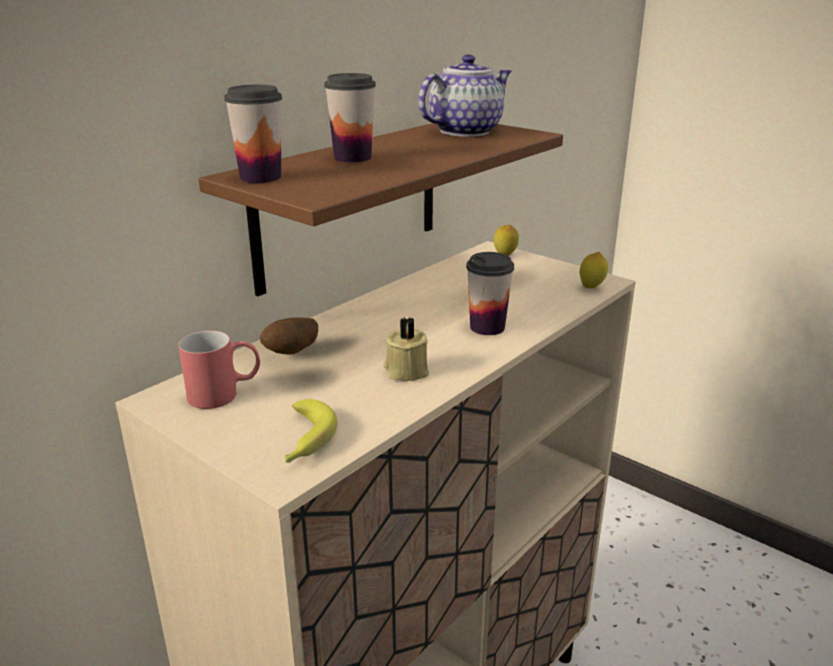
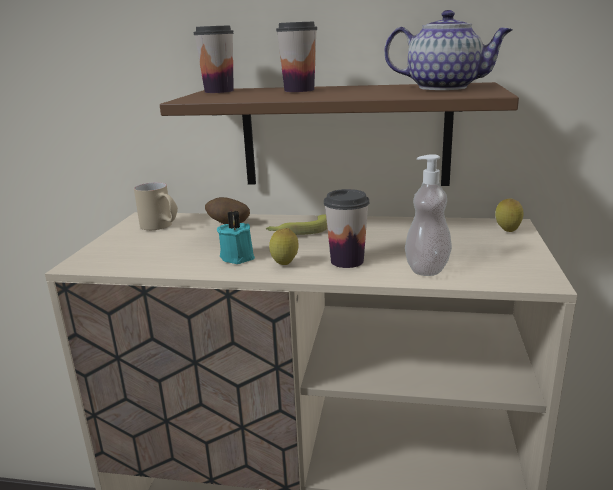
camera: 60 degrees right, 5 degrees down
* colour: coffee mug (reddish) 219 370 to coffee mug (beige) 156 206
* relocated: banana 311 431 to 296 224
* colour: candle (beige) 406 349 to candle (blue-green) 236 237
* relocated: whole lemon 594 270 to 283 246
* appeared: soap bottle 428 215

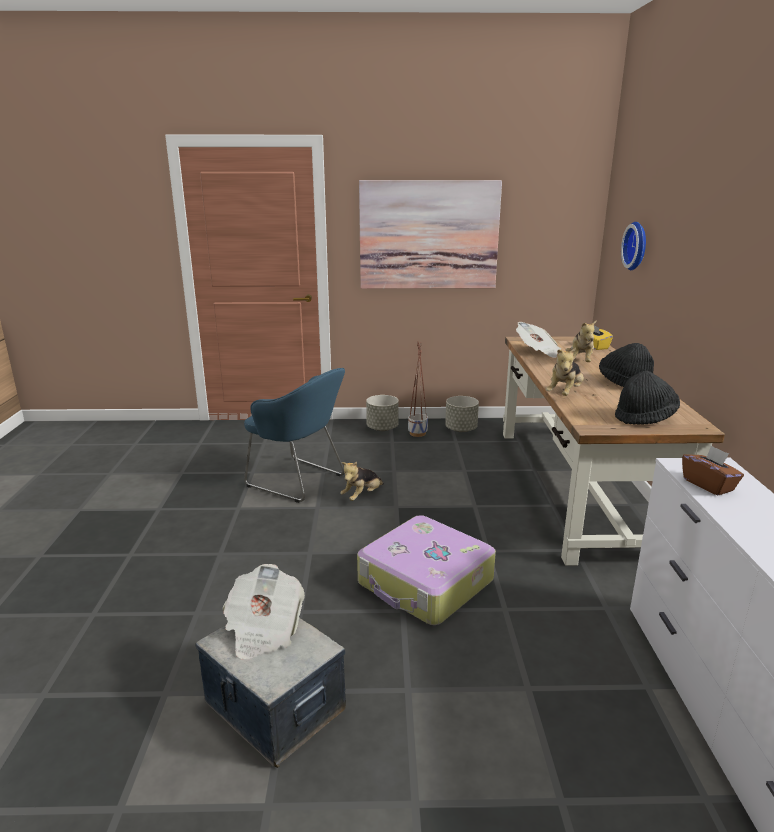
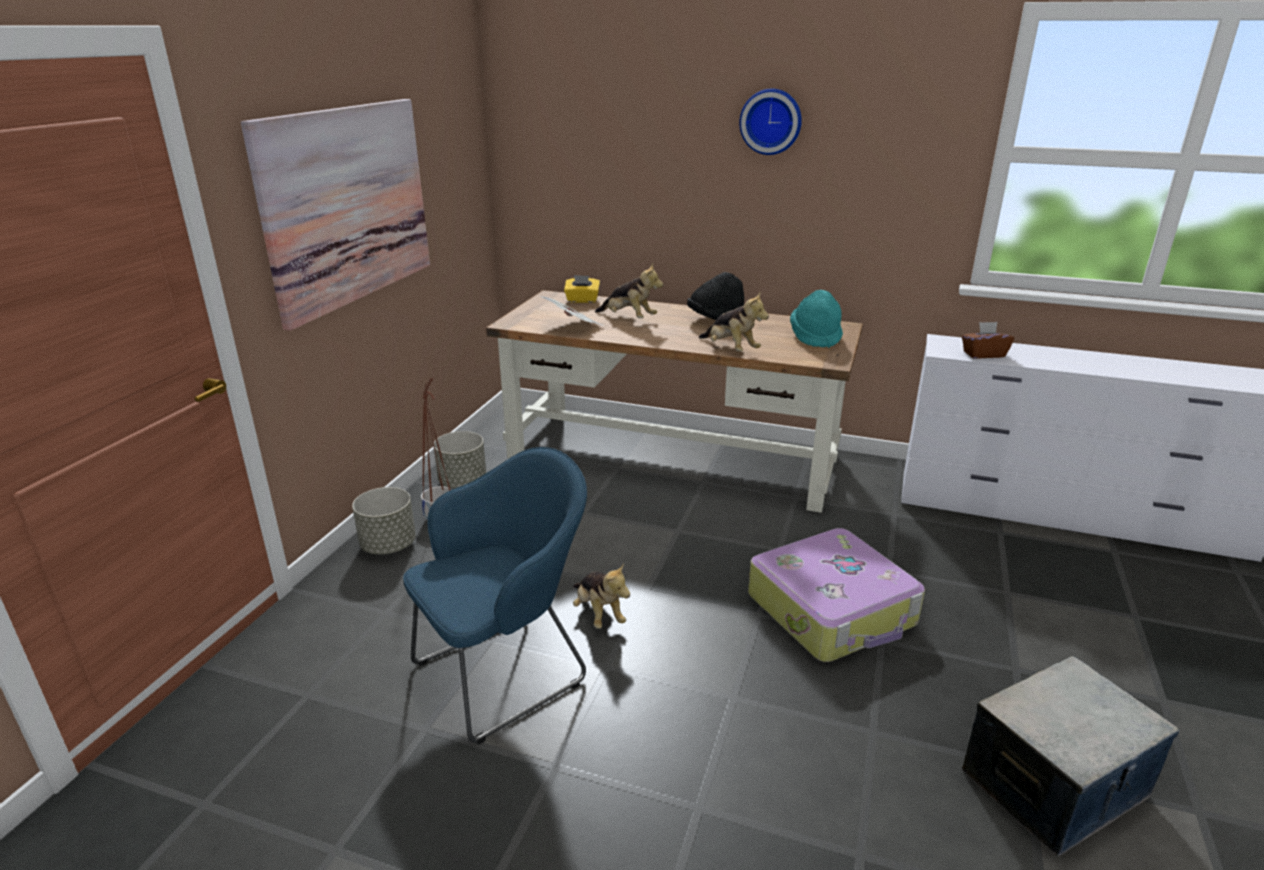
camera: 70 degrees left, 5 degrees up
* missing: newspaper 263 611
* colour: clothing hat (blackish) 647 397 to clothing hat (blue-green) 816 319
* relocated: wall clock 633 246 to 770 122

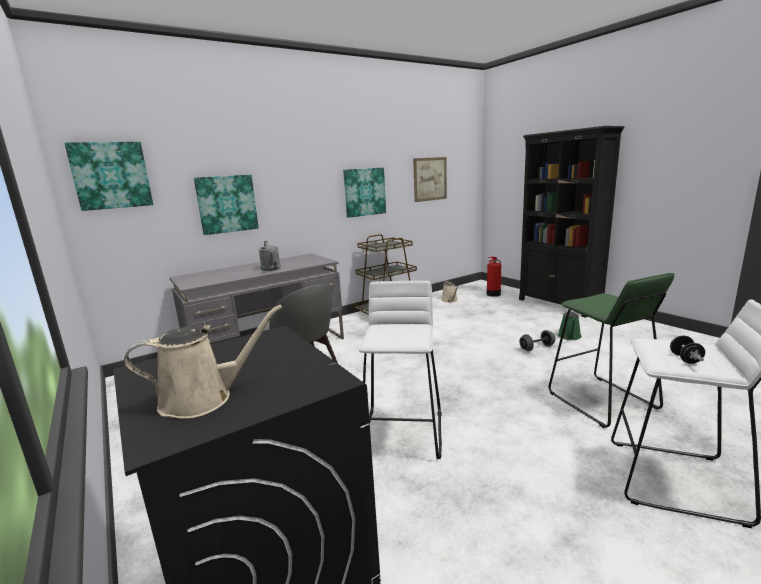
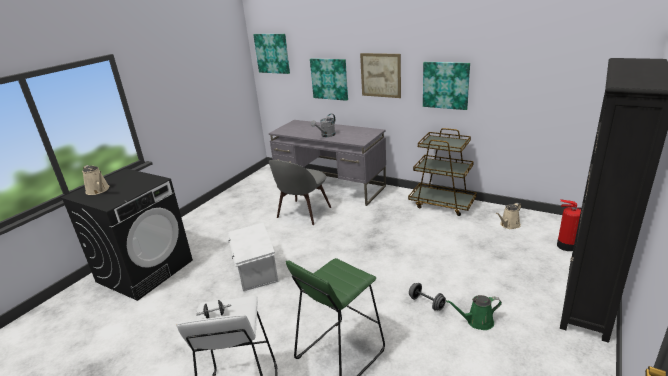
camera: 65 degrees right, 10 degrees up
* exchanged: sitting stool (whitish) 400 370 to storage box (whitish) 253 257
* relocated: wall art 430 179 to 380 75

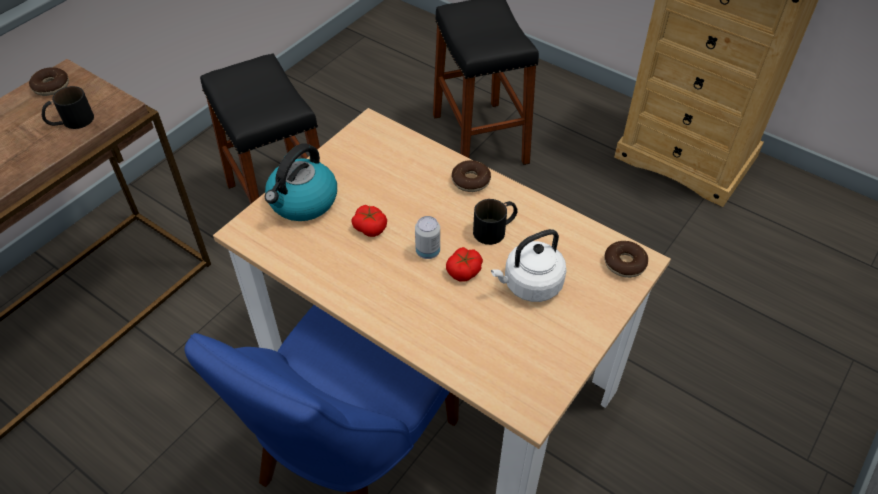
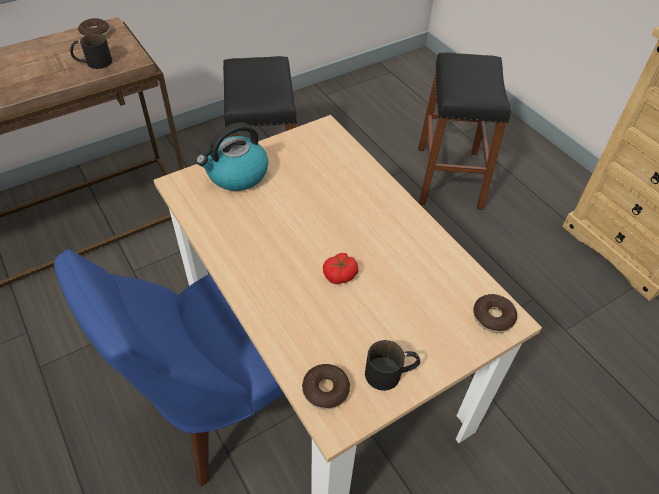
camera: 20 degrees right, 0 degrees up
* missing: whole tomato 369 221
* missing: sealed can 427 237
* relocated: donut 471 176 to 326 386
* relocated: coffee mug (blackish) 495 222 to 392 365
* missing: tea kettle (whitish) 528 265

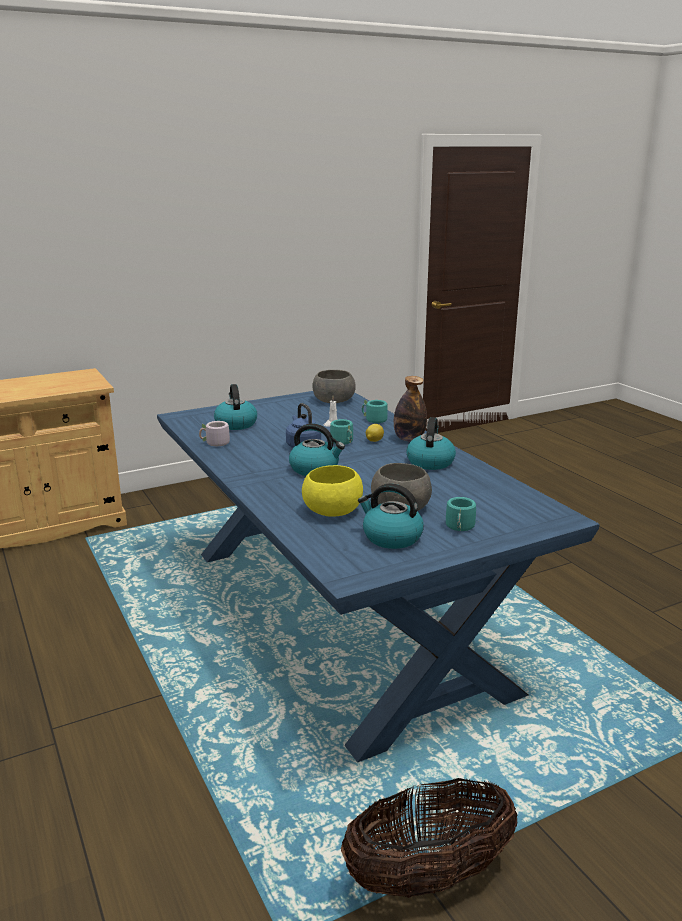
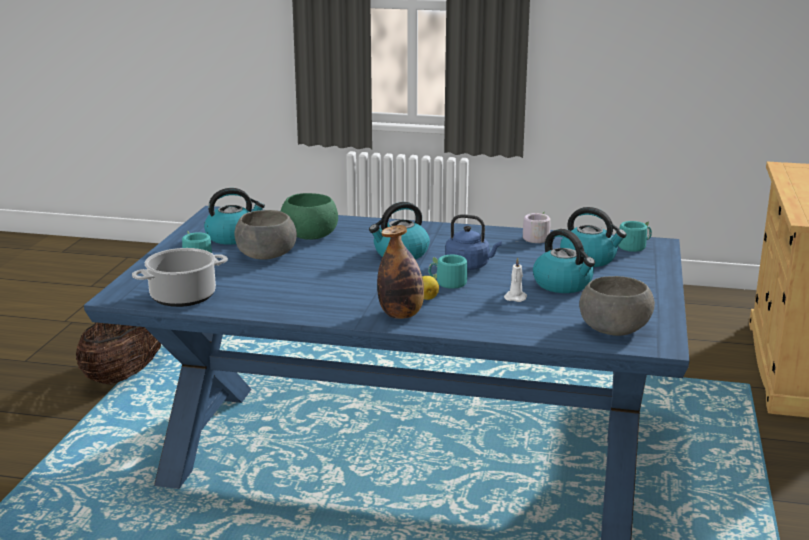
camera: 130 degrees right, 0 degrees up
* colour: deep dish (yellow-coloured) 332 491 to deep dish (greenish) 309 216
* relocated: coffee mug (blue-green) 375 413 to 635 236
* relocated: tea kettle 431 443 to 564 261
* appeared: stockpot 180 277

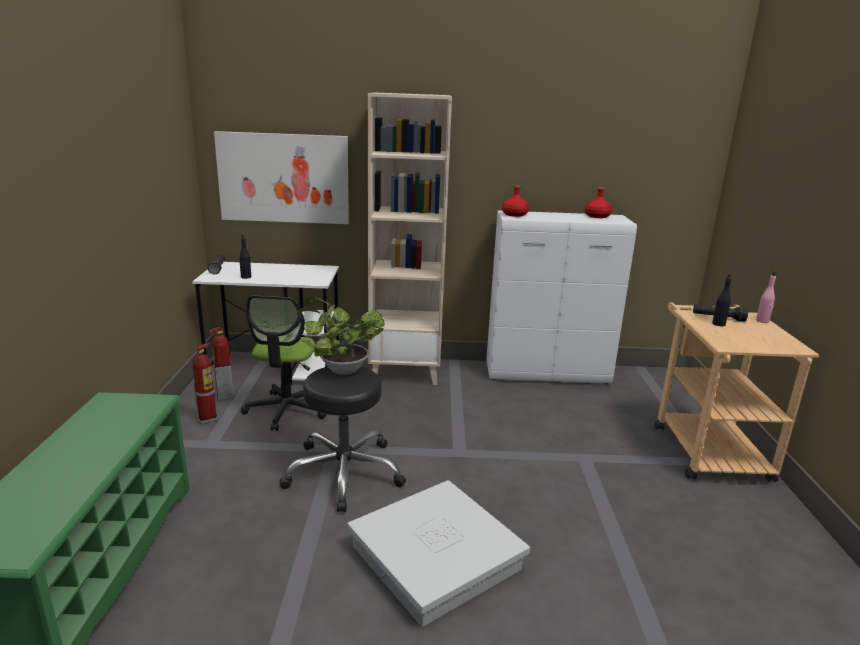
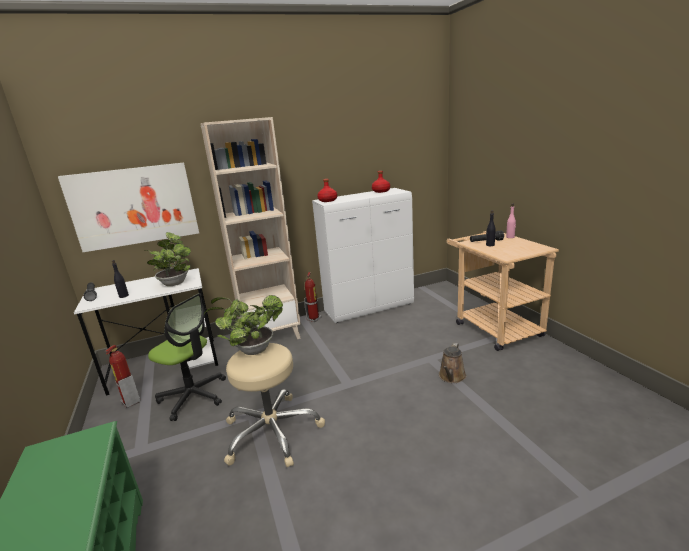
camera: 20 degrees left, 0 degrees up
* relocated: fire-fighting cylinder 206 384 to 312 297
* spun: desk chair 284 363 = 187 357 45 degrees counterclockwise
* colour: sitting stool (blackish) 342 439 to sitting stool (beige) 274 405
* missing: storage box (whitish) 438 553
* appeared: plant in a pot 167 259
* appeared: watering pot (brownish) 452 363

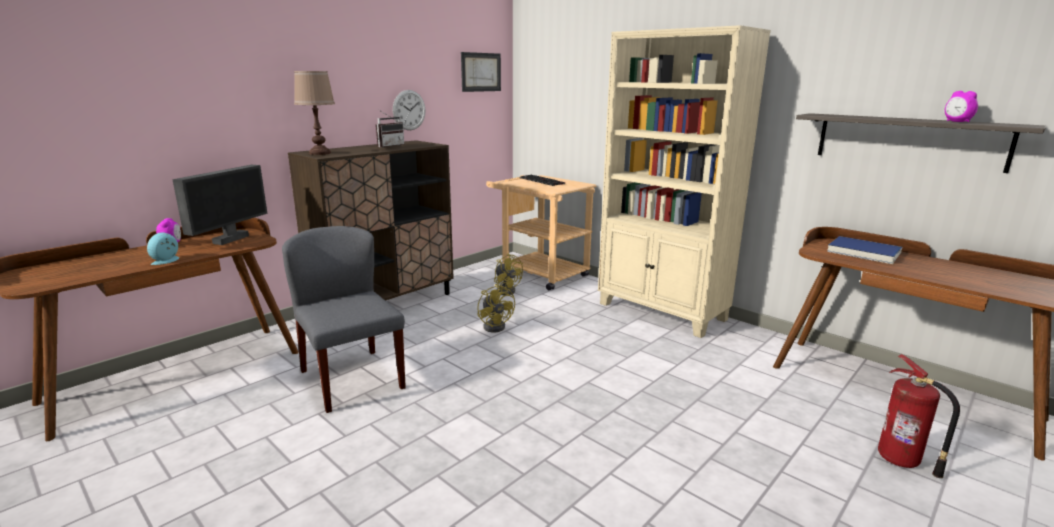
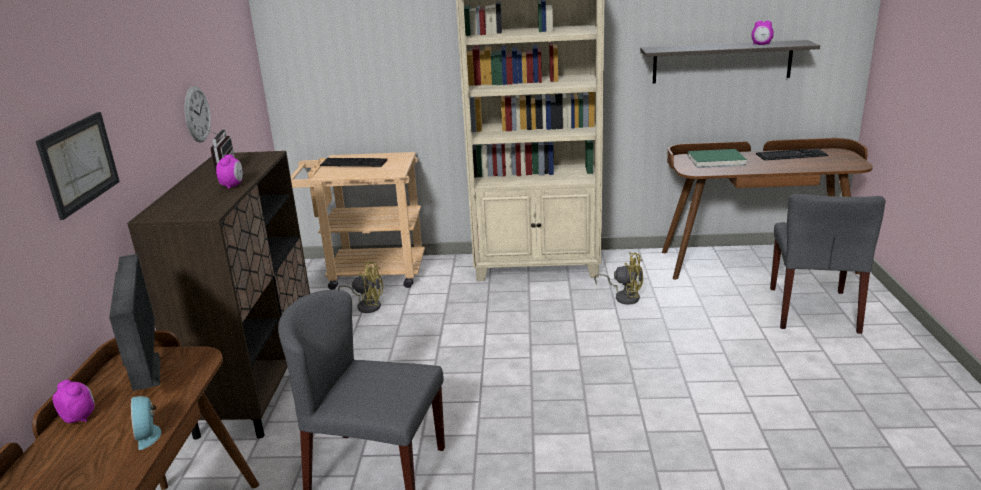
camera: 40 degrees left, 5 degrees up
* missing: table lamp (brownish) 314 113
* relocated: wall art 481 72 to 78 166
* relocated: electric fan (yellow-coloured) 496 308 to 618 278
* colour: bound book (blue-coloured) 864 250 to bound book (greenish) 717 158
* exchanged: fire-fighting cylinder 919 416 to plain chair (grey) 828 264
* appeared: bedside clock 229 172
* appeared: computer keyboard 792 154

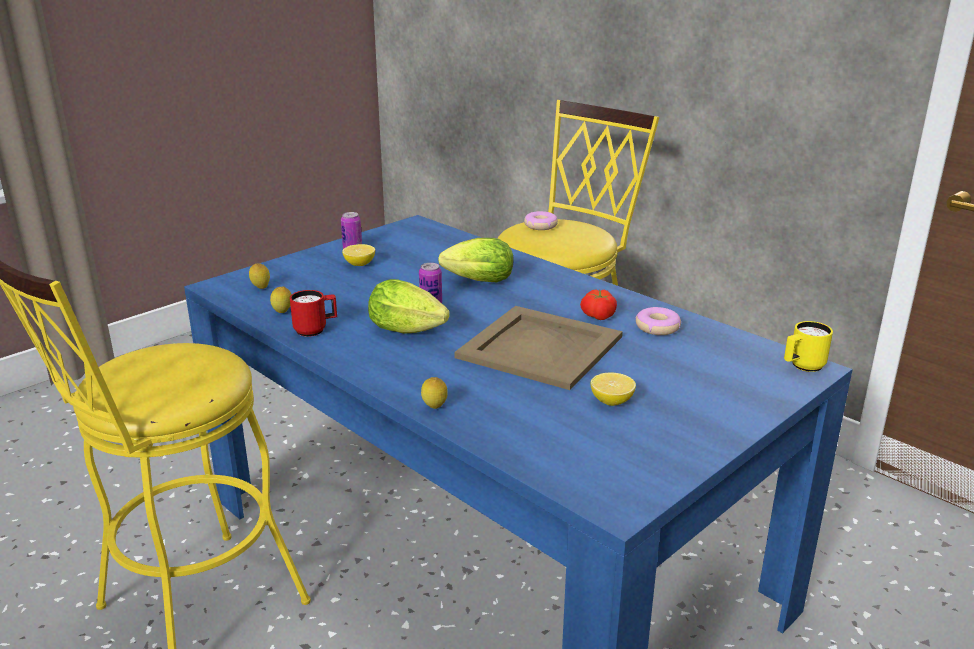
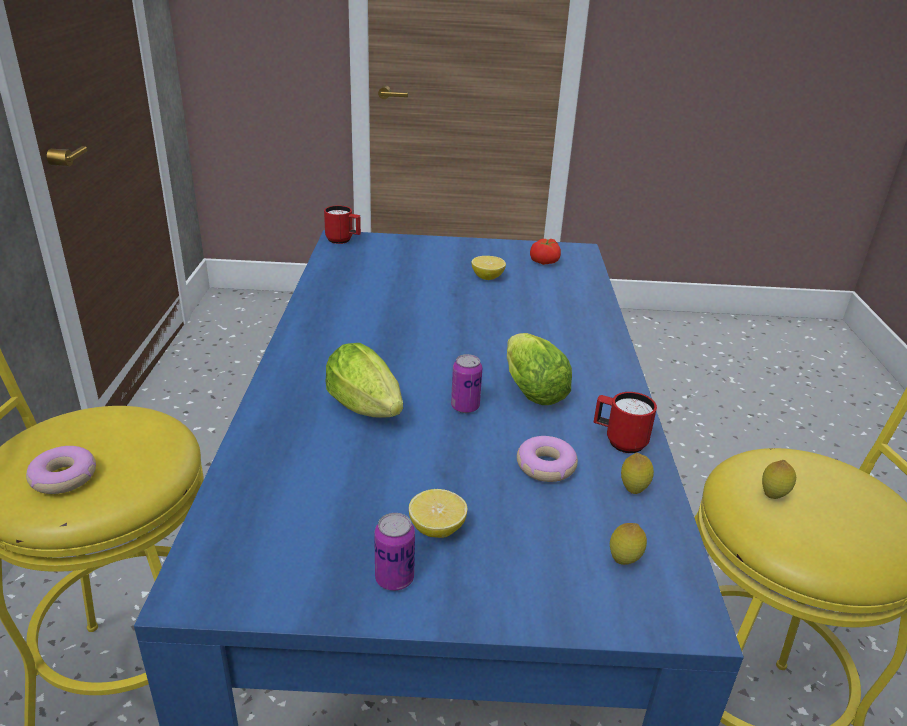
camera: 135 degrees left, 5 degrees up
* relocated: whole lemon 434 393 to 779 479
* missing: tray (beige) 538 348
* relocated: whole tomato 598 304 to 545 252
* relocated: donut 658 321 to 547 459
* colour: coffee mug (yellow-coloured) 808 346 to coffee mug (reddish) 342 224

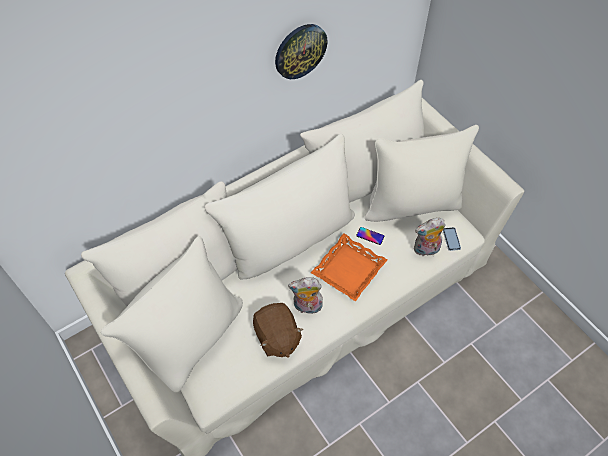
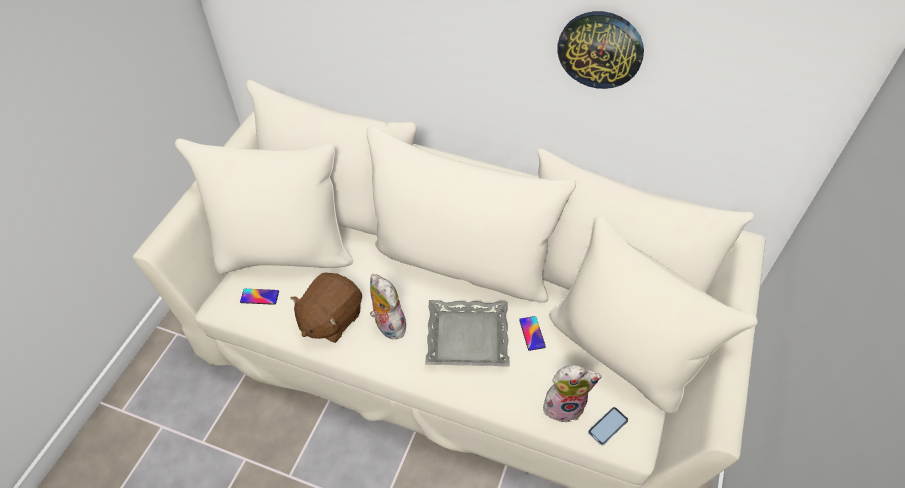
camera: 55 degrees right, 5 degrees down
* colour: tray (orangey) 349 267 to tray (grey) 467 333
* spun: plush toy 429 237 = 572 394 135 degrees clockwise
* appeared: telephone 259 297

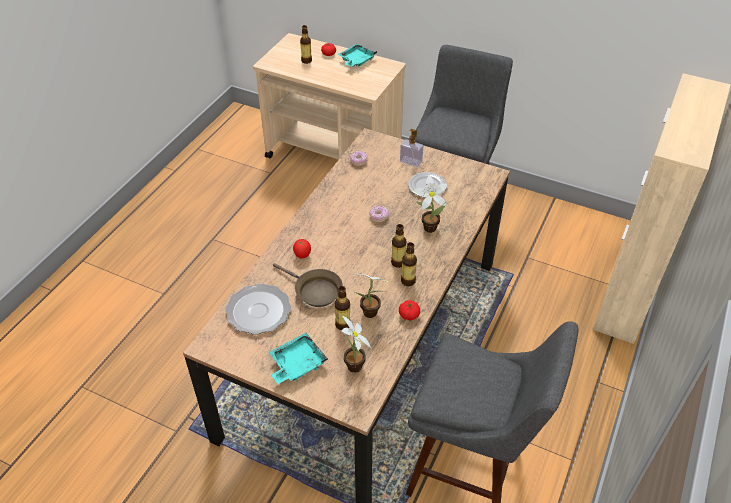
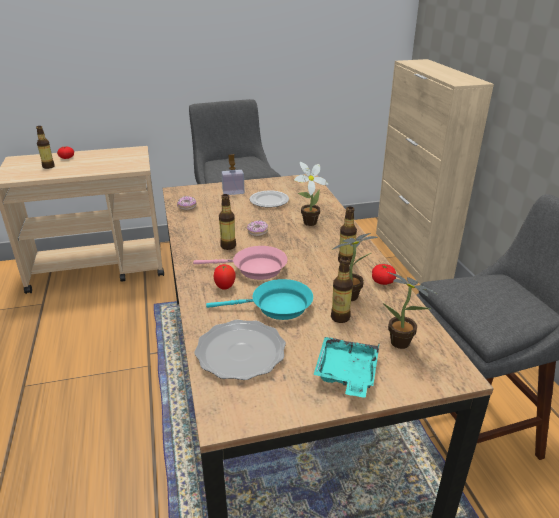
camera: 40 degrees left, 15 degrees down
* colour: frying pan (brownish) 308 285 to frying pan (blue-green) 259 299
* missing: tray (blue-green) 357 55
* relocated: drink bottle 398 246 to 227 222
* appeared: frying pan (pink) 240 263

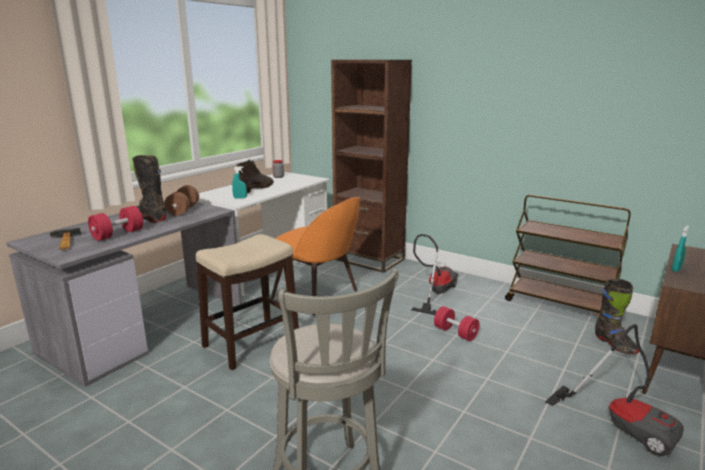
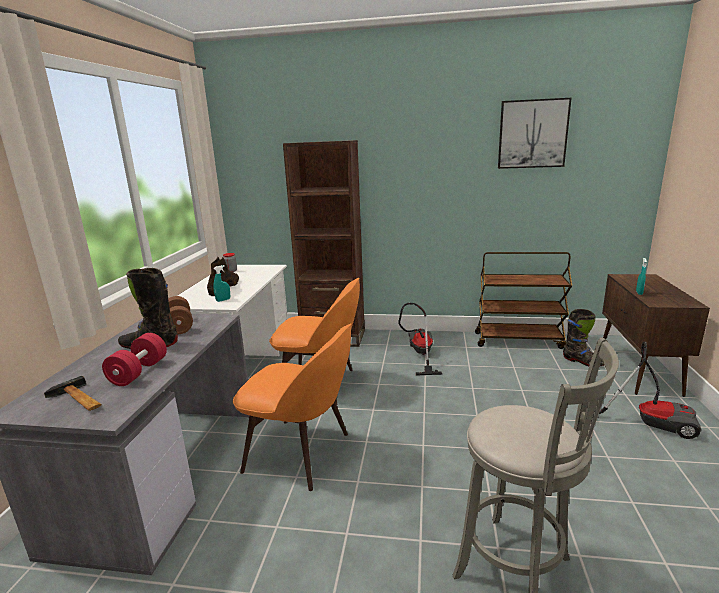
camera: 25 degrees left, 0 degrees up
* exchanged: sitting stool 247 302 to plain chair (orangey) 292 407
* missing: hand weight (reddish) 457 323
* appeared: wall art 535 133

